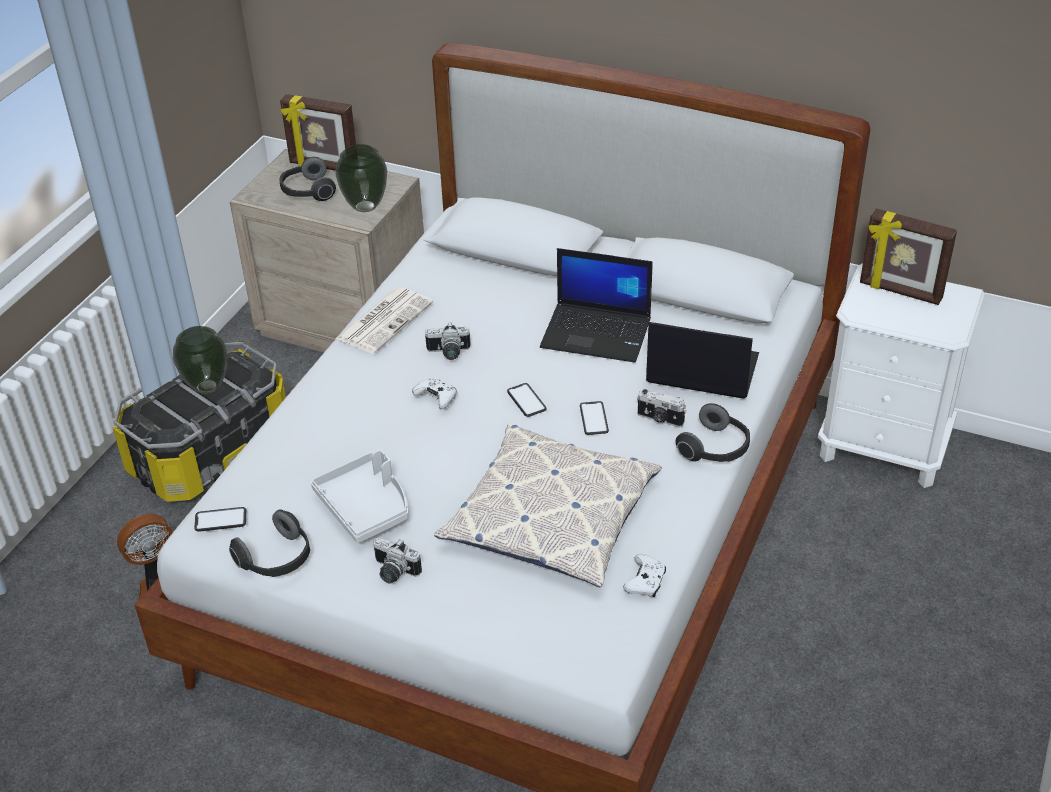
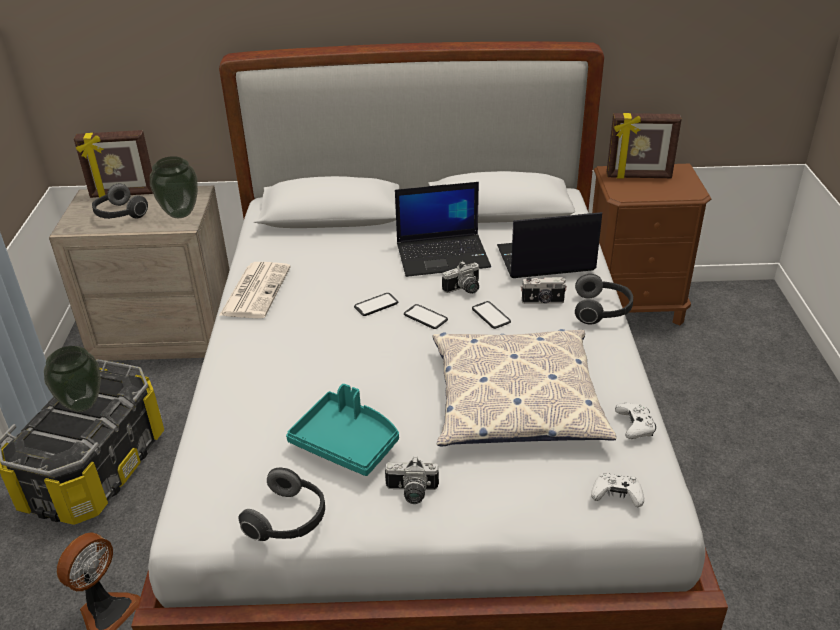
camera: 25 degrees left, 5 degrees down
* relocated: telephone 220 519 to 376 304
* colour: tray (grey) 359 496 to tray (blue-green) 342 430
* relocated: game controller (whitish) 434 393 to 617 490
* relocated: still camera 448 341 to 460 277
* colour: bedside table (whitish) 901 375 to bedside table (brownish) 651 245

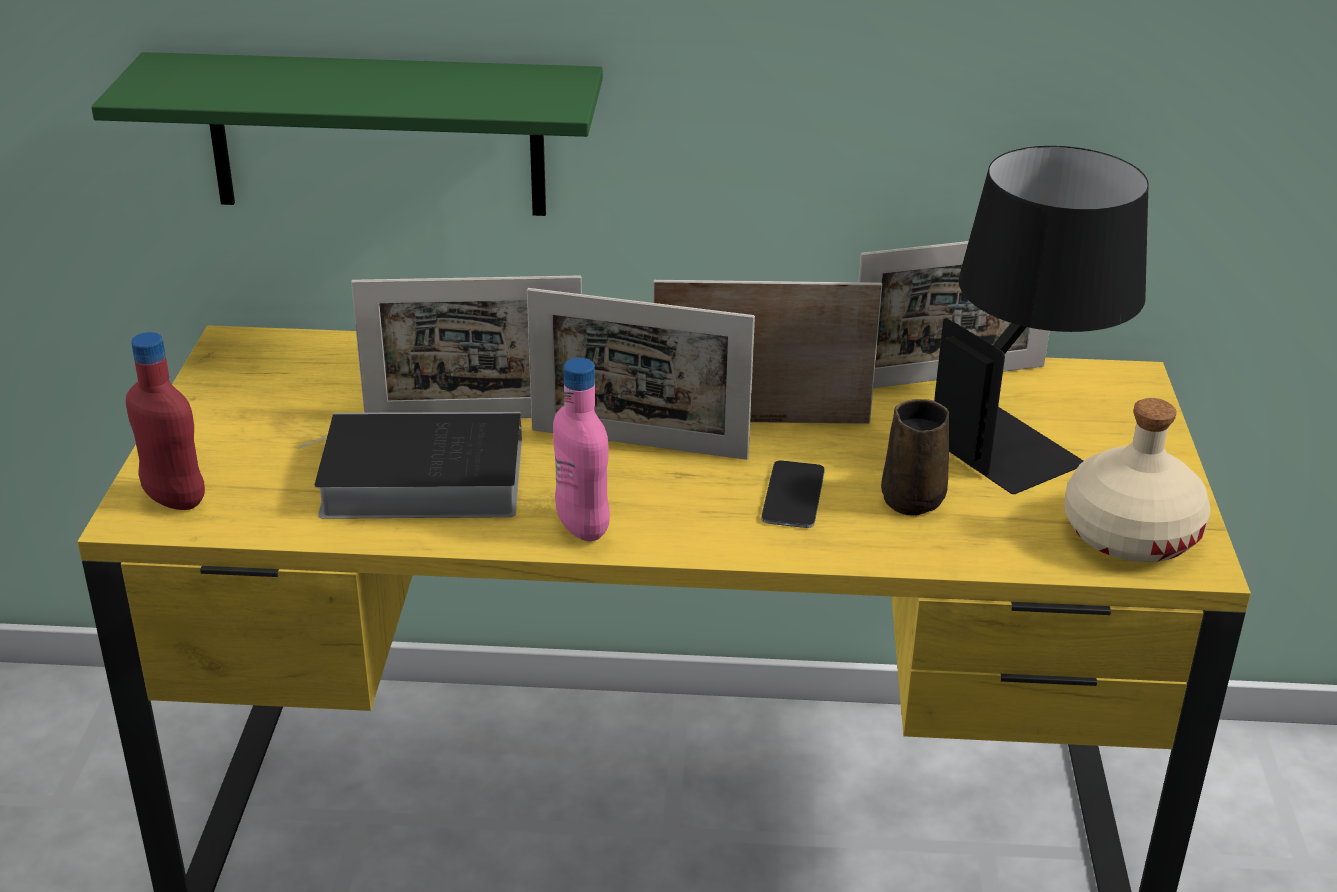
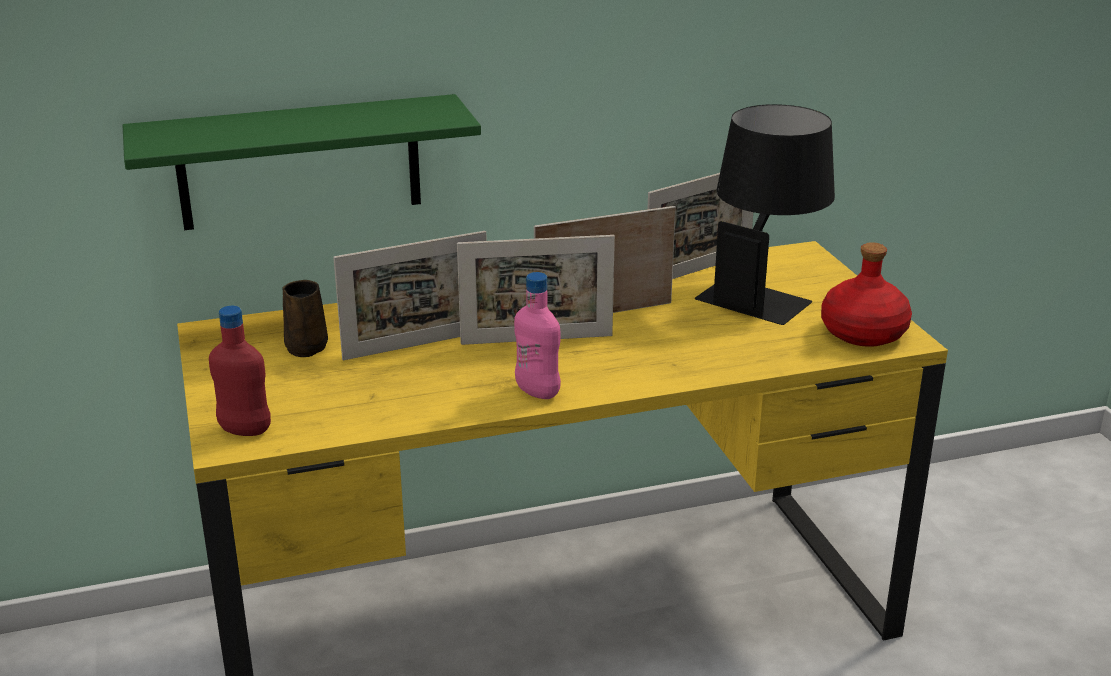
camera: 20 degrees left, 5 degrees down
* missing: bound book 409 465
* missing: telephone 793 494
* relocated: coffee mug (brownish) 915 457 to 305 318
* colour: drink bottle (beige) 1137 480 to drink bottle (reddish) 866 294

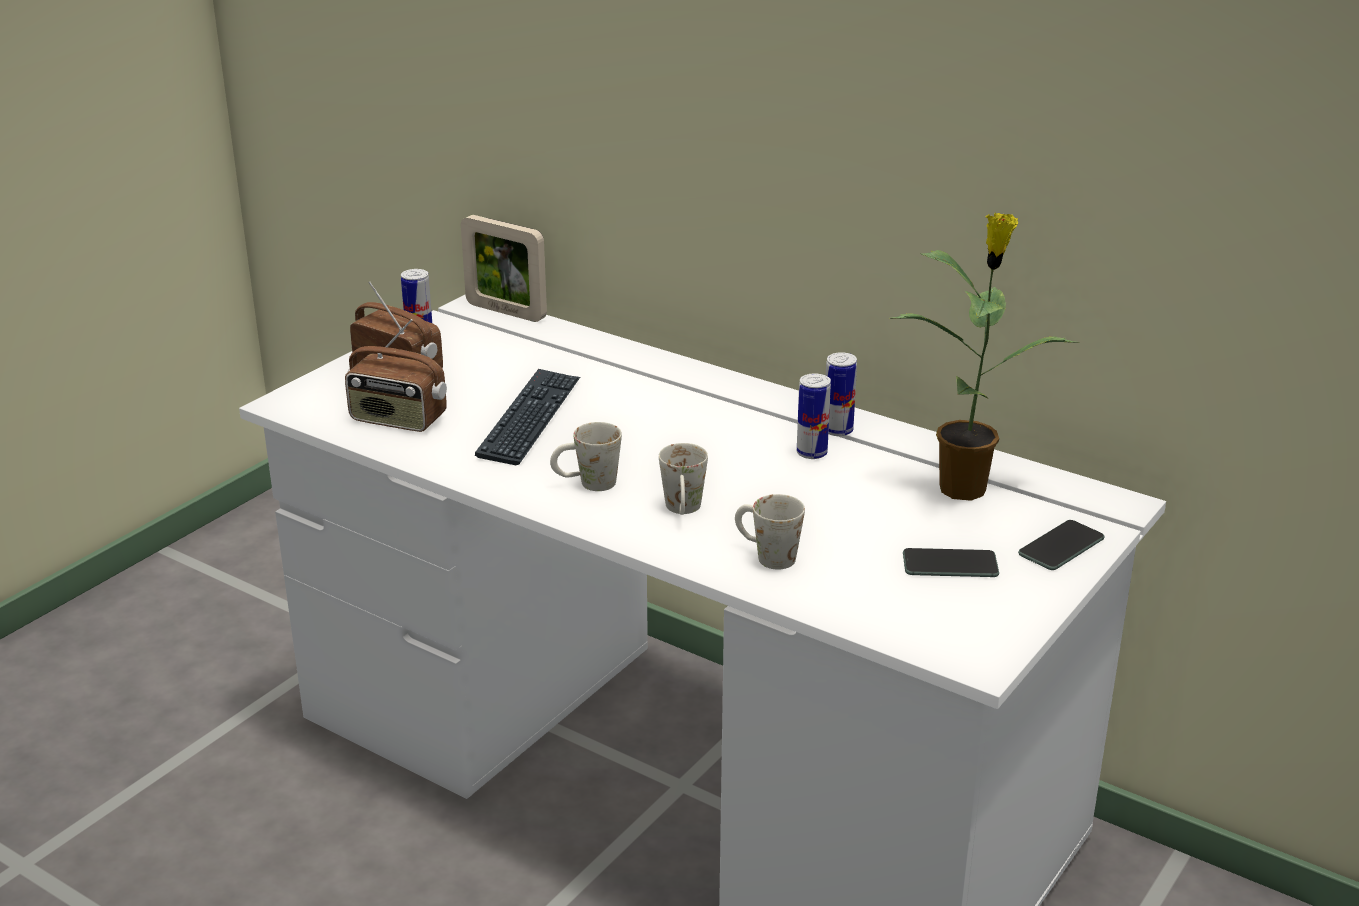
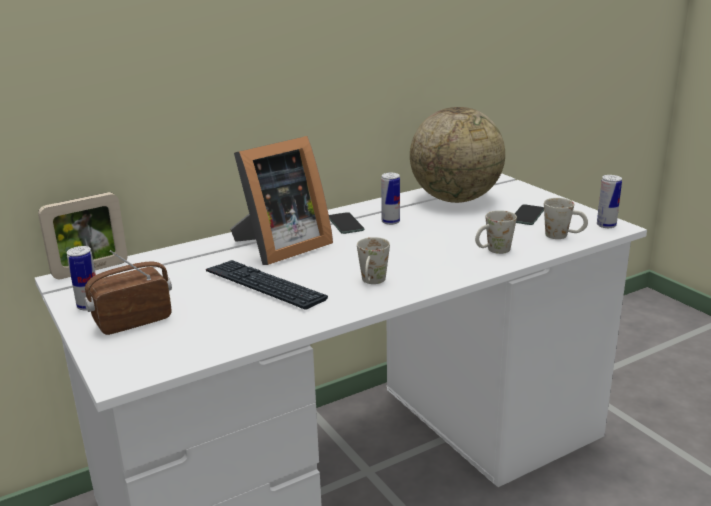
camera: 65 degrees left, 5 degrees down
* missing: radio 396 375
* relocated: coffee mug (whitish) 683 479 to 566 218
* relocated: sealed can 841 394 to 609 201
* exchanged: plant in a pot 985 356 to desk globe 457 155
* relocated: telephone 1061 545 to 346 223
* appeared: picture frame 281 200

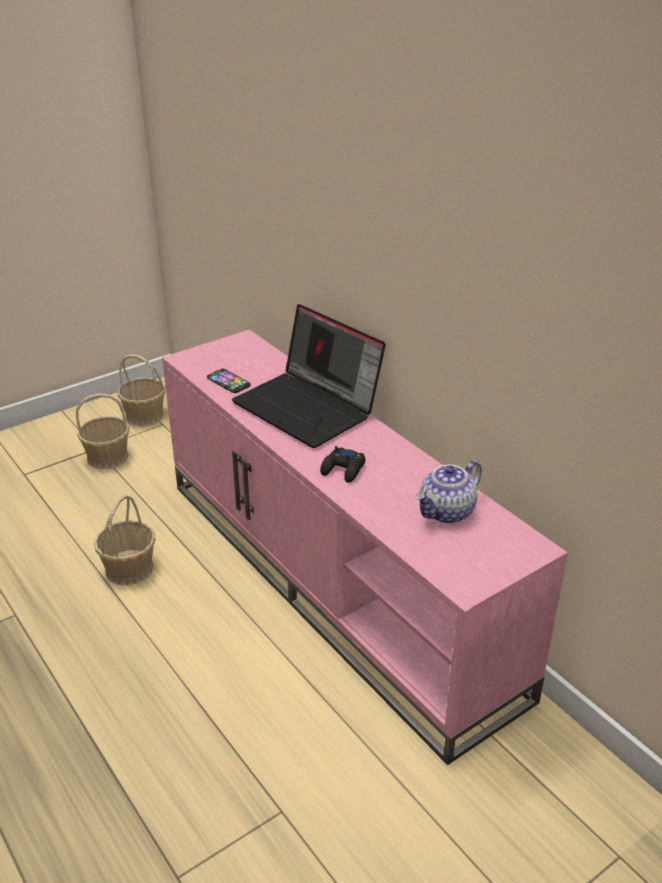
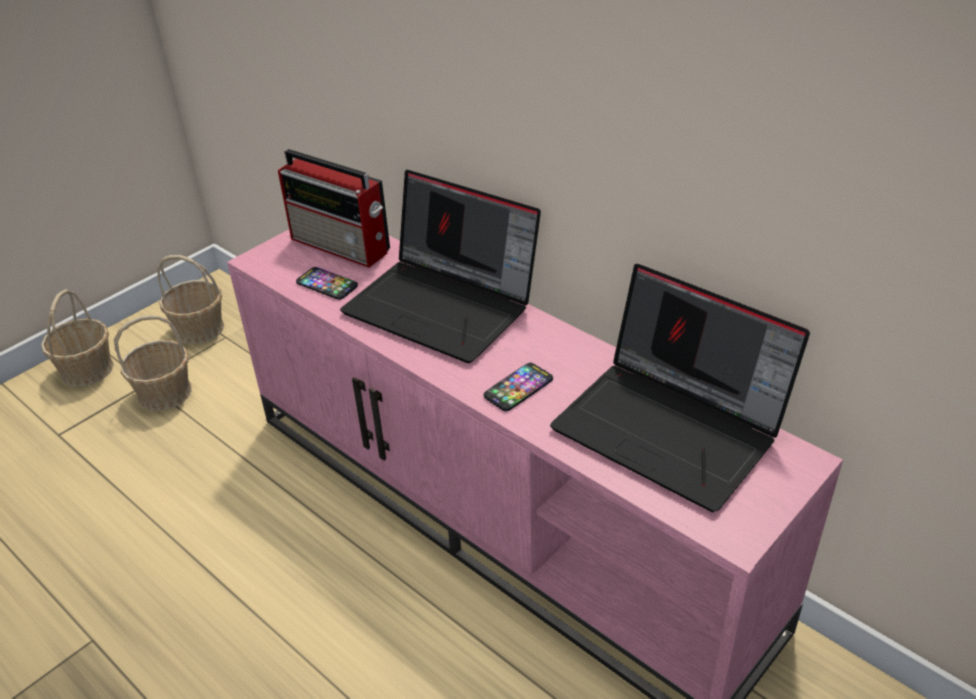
camera: 10 degrees left, 5 degrees up
* relocated: basket 125 540 to 77 338
* exchanged: game controller (blackish) 343 464 to telephone 518 387
* exchanged: teapot 448 491 to portable computer 680 388
* appeared: radio 334 208

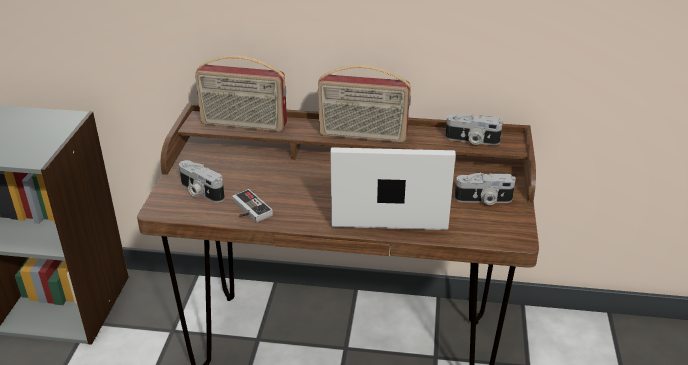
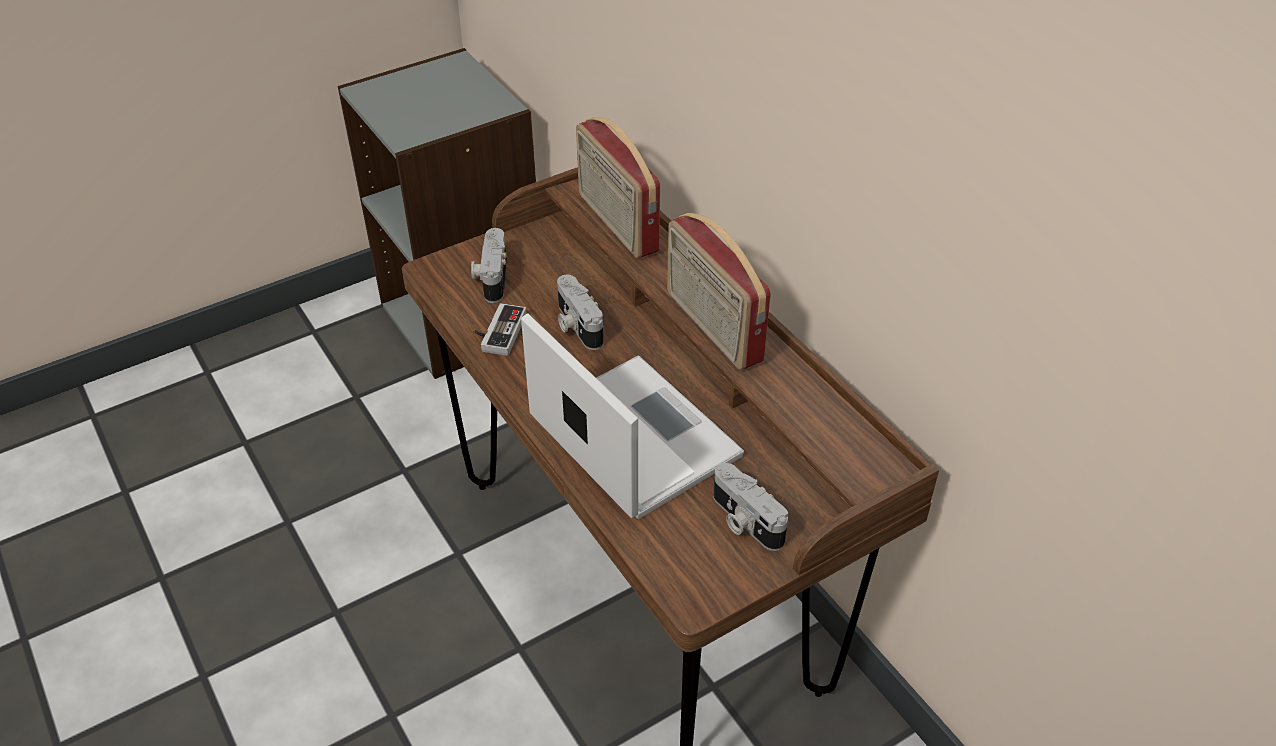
camera: 50 degrees right, 10 degrees up
* relocated: still camera 474 129 to 580 312

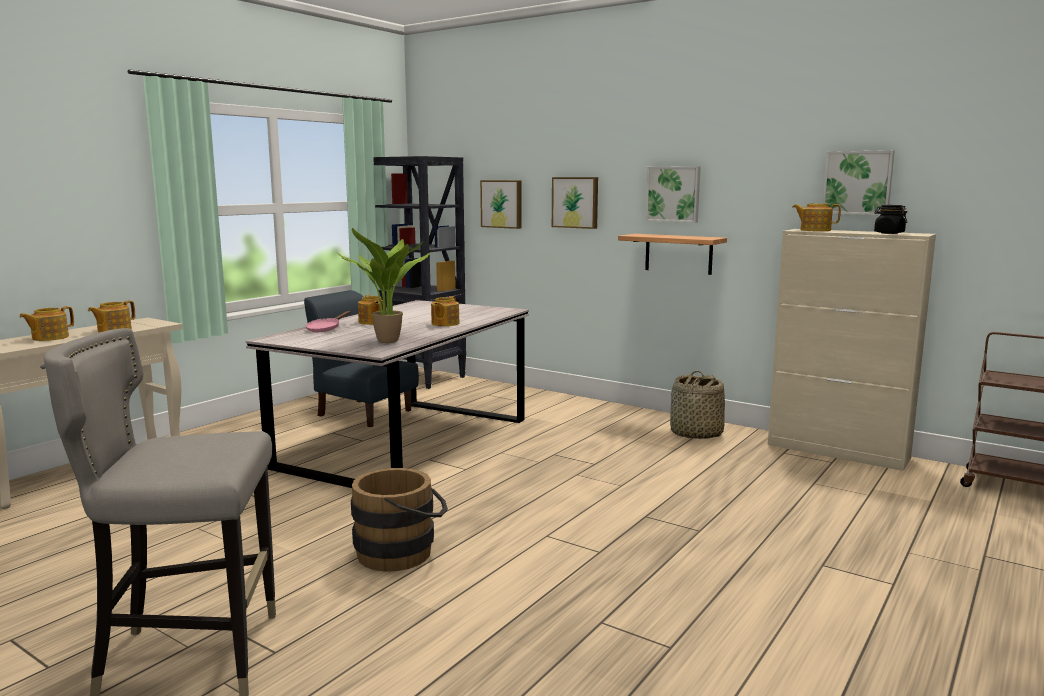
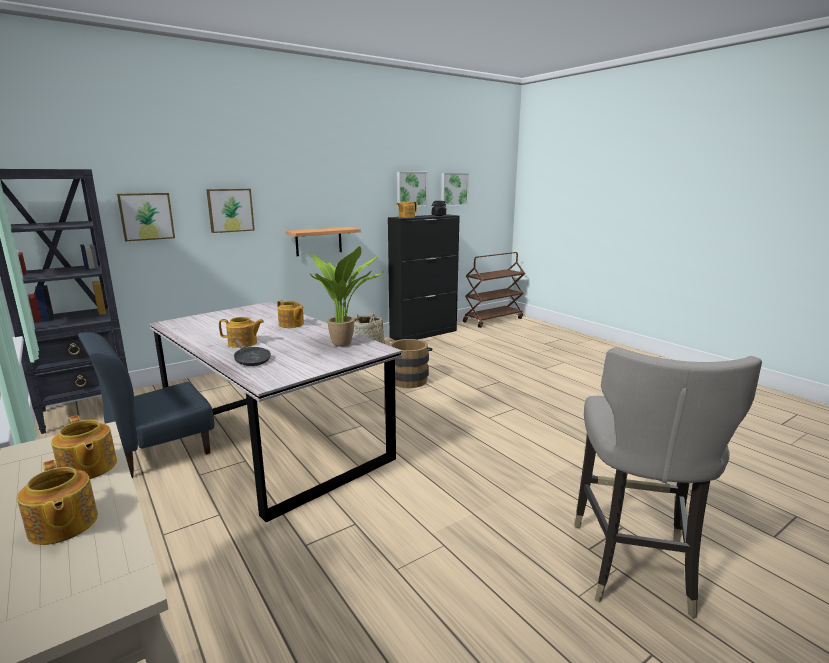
camera: 70 degrees left, 5 degrees up
* colour: frying pan (pink) 327 321 to frying pan (blackish) 252 352
* relocated: water bucket (brownish) 399 520 to 410 363
* relocated: wall art 673 194 to 455 190
* colour: cupboard (beige) 852 350 to cupboard (blackish) 424 277

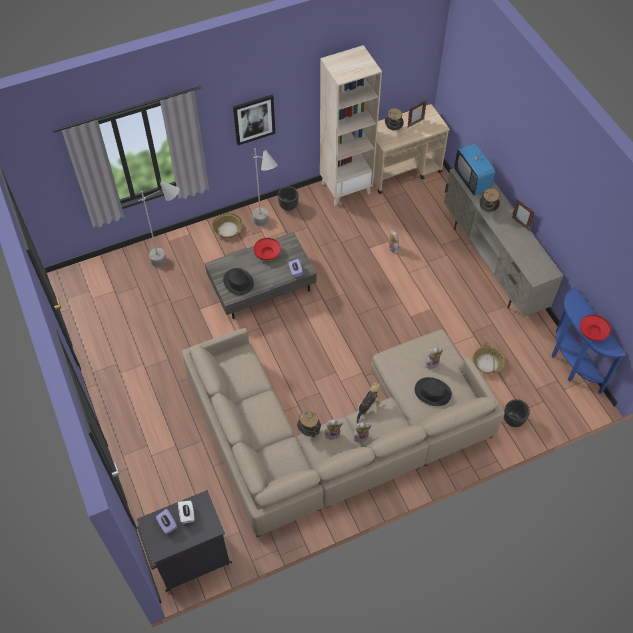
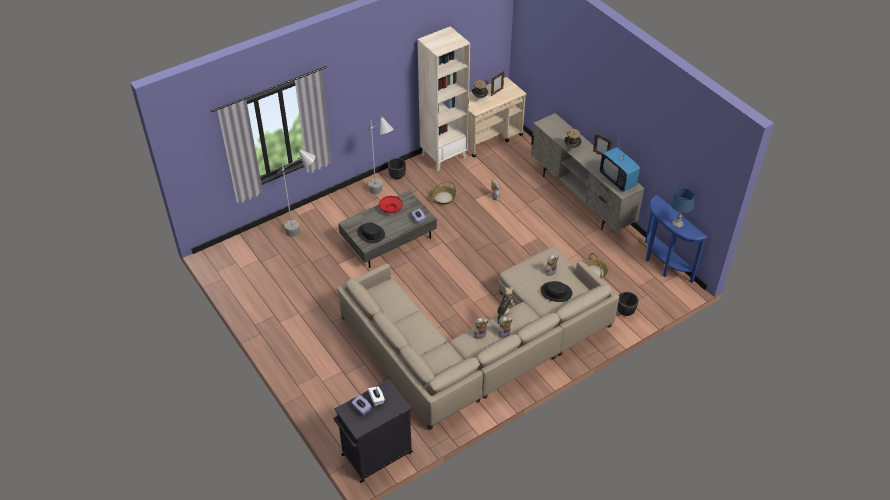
camera: 10 degrees left, 10 degrees down
* relocated: basket 227 225 to 444 193
* missing: wall art 254 120
* missing: clothing hat 309 424
* relocated: TV set 474 169 to 620 167
* exchanged: deep dish (reddish) 595 328 to table lamp (blue-coloured) 682 208

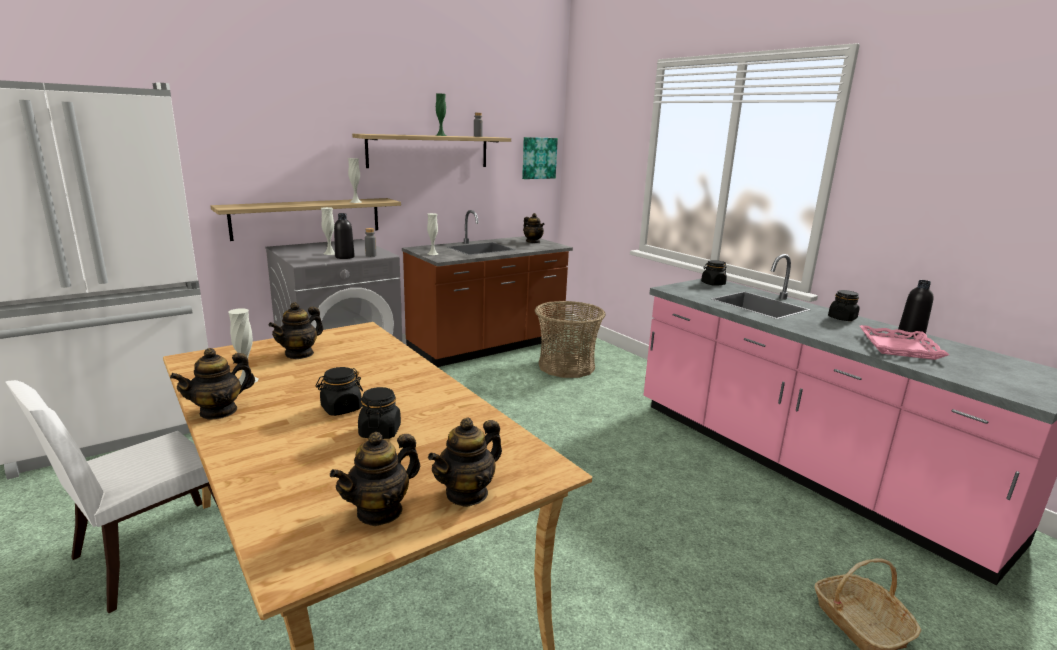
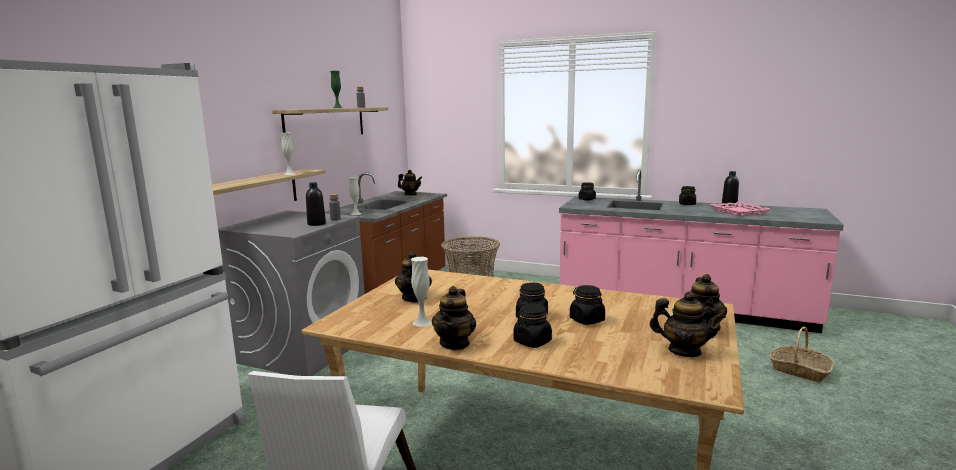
camera: 30 degrees left, 5 degrees down
* missing: decorative vase (whitish) 328 231
* spun: teapot 375 479 = 687 324 75 degrees counterclockwise
* missing: wall art 540 158
* appeared: preserve jar (blackish) 533 326

